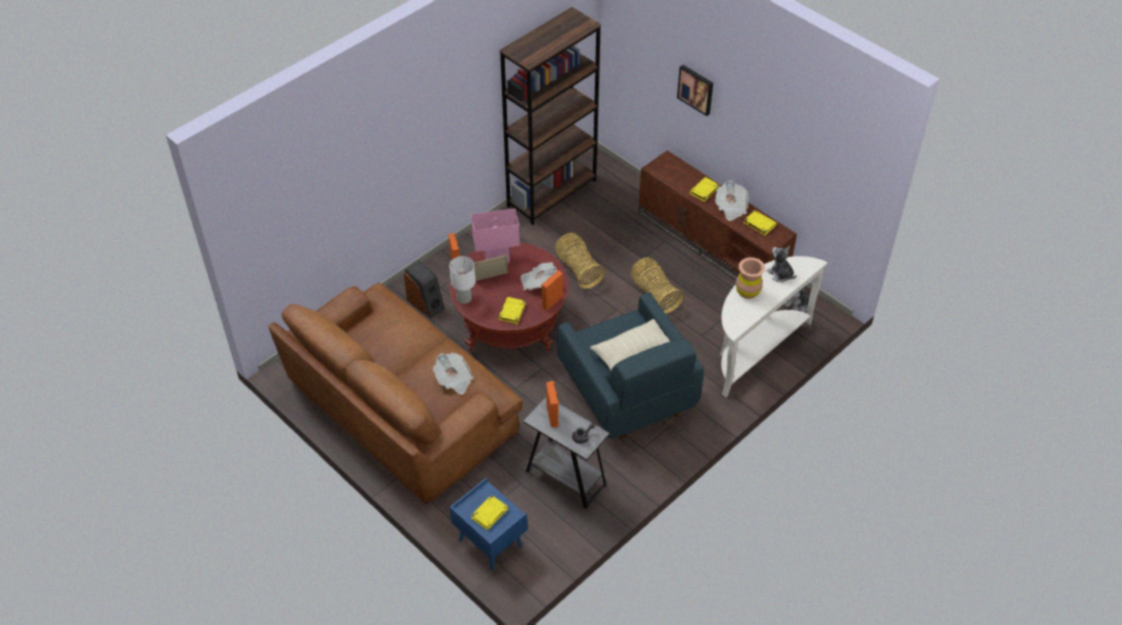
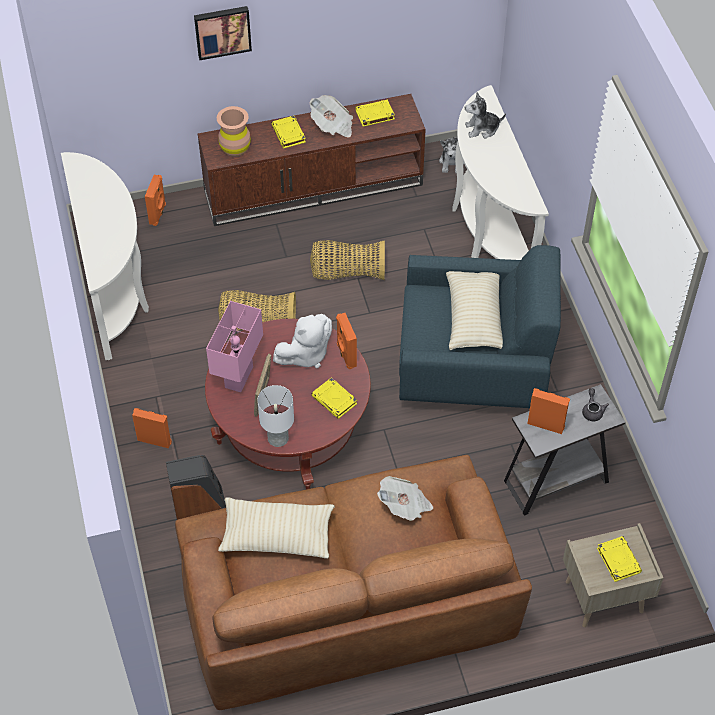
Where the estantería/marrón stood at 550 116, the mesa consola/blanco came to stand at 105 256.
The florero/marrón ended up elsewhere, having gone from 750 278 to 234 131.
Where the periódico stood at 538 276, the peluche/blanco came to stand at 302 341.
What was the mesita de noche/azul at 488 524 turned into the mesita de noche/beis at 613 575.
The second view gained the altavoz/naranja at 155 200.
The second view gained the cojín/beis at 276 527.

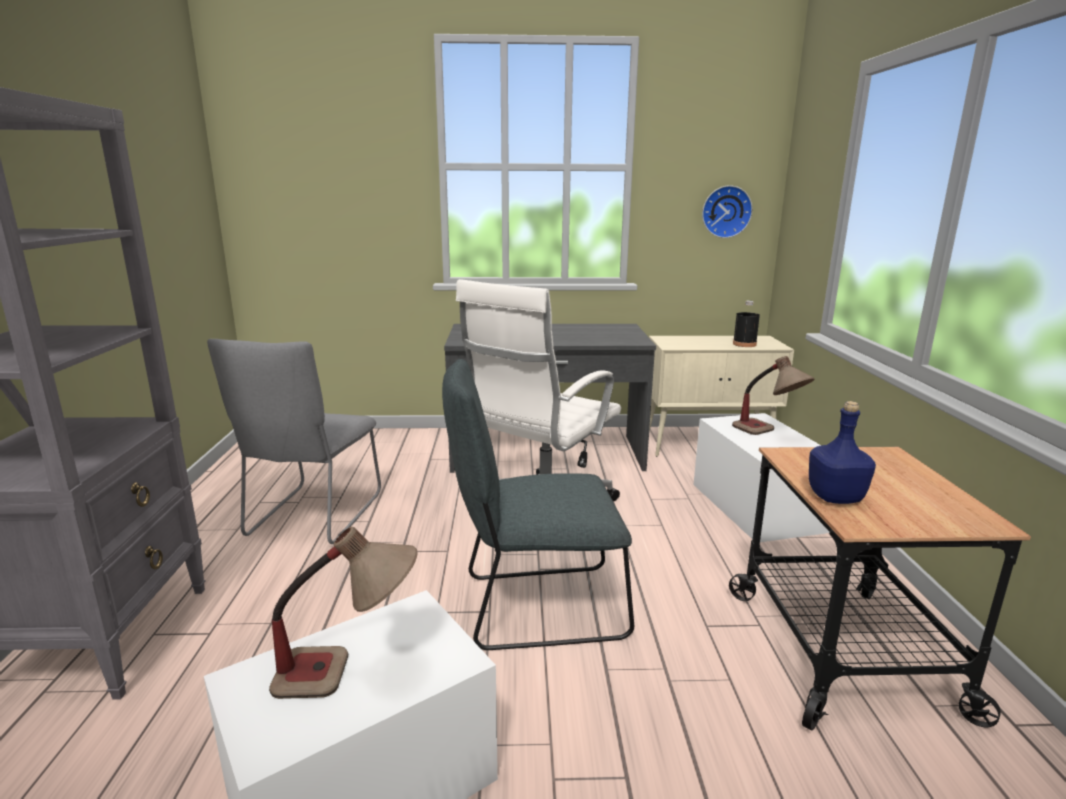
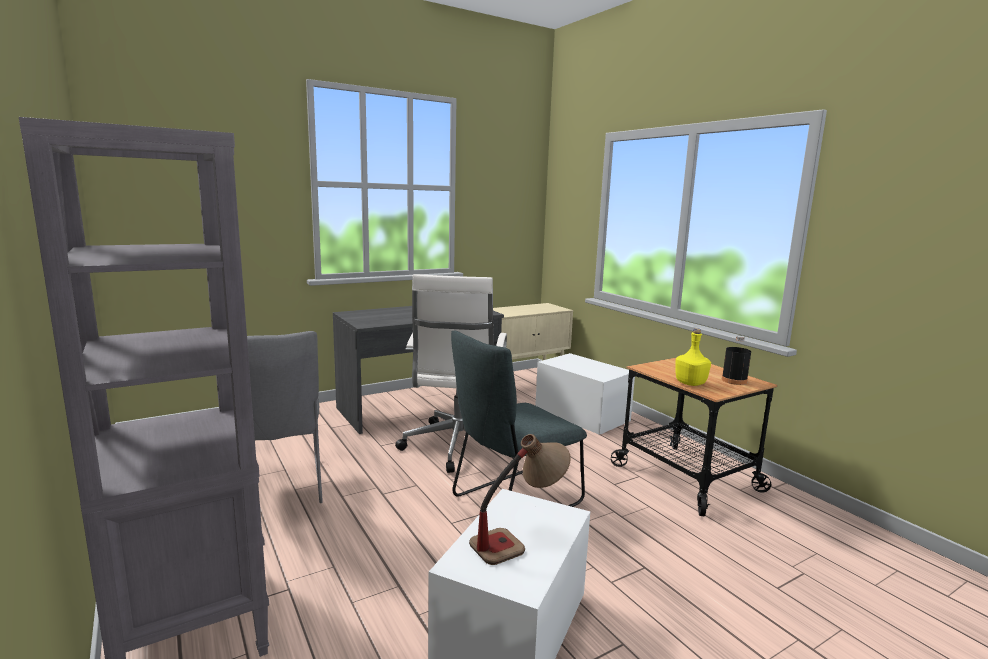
The second view lost the reloj de pared at 727 211.
The botella/negro ended up elsewhere, having gone from 746 324 to 736 360.
The second view lost the lámpara de mesa at 773 395.
What was the botella/azul at 842 452 turned into the botella/amarillo at 693 357.

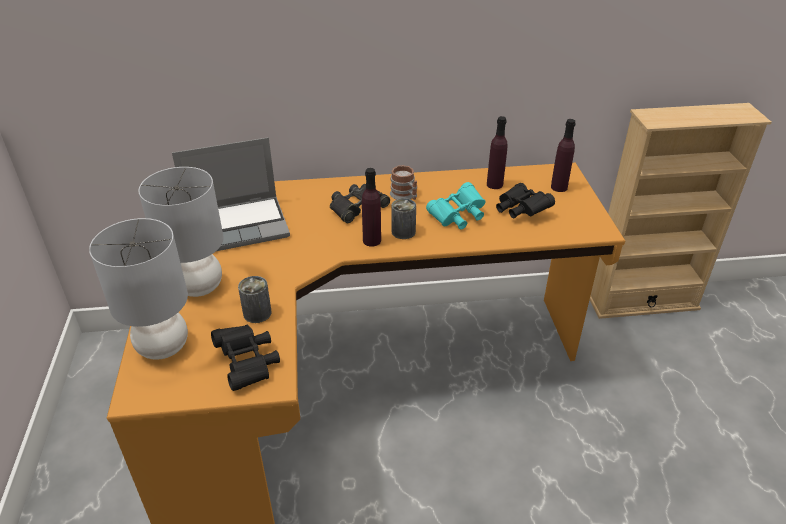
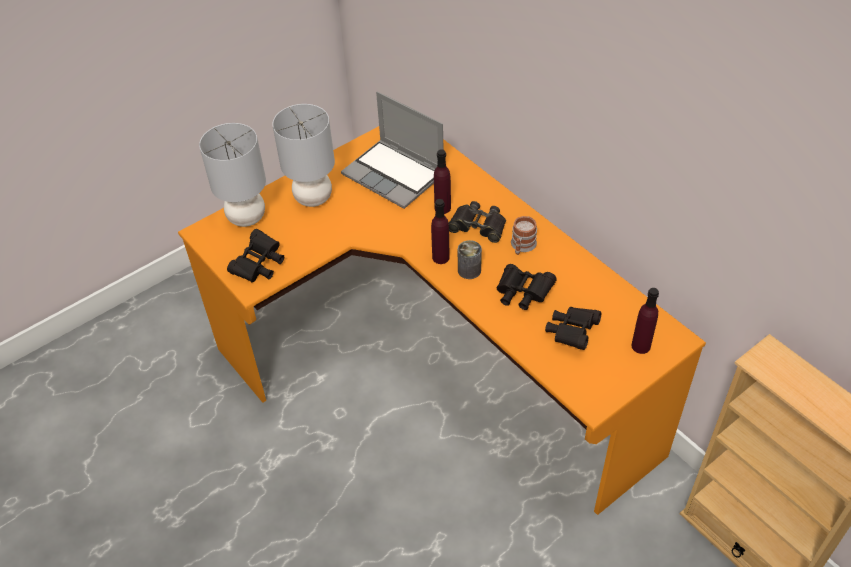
The botella/morado ended up elsewhere, having gone from 497 152 to 442 181.
What was the prismáticos/turquesa at 455 205 turned into the prismáticos/negro at 526 287.
The second view lost the lata at 255 299.

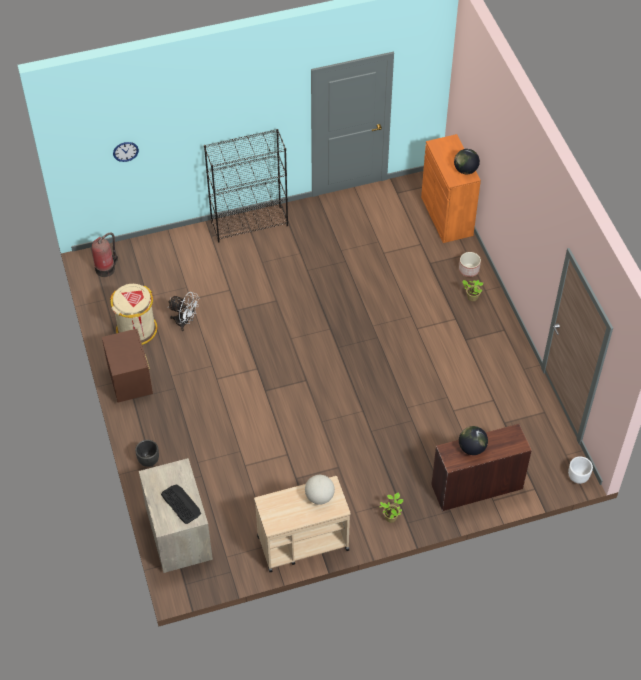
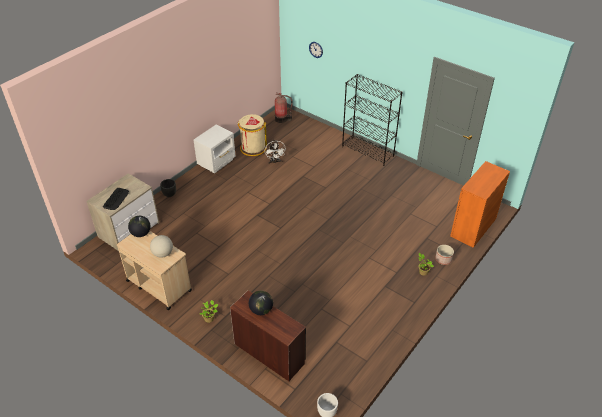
The globo terráqueo ended up elsewhere, having gone from 467 161 to 139 226.
What was the mesita de noche/marrón at 127 366 turned into the mesita de noche/blanco at 214 149.

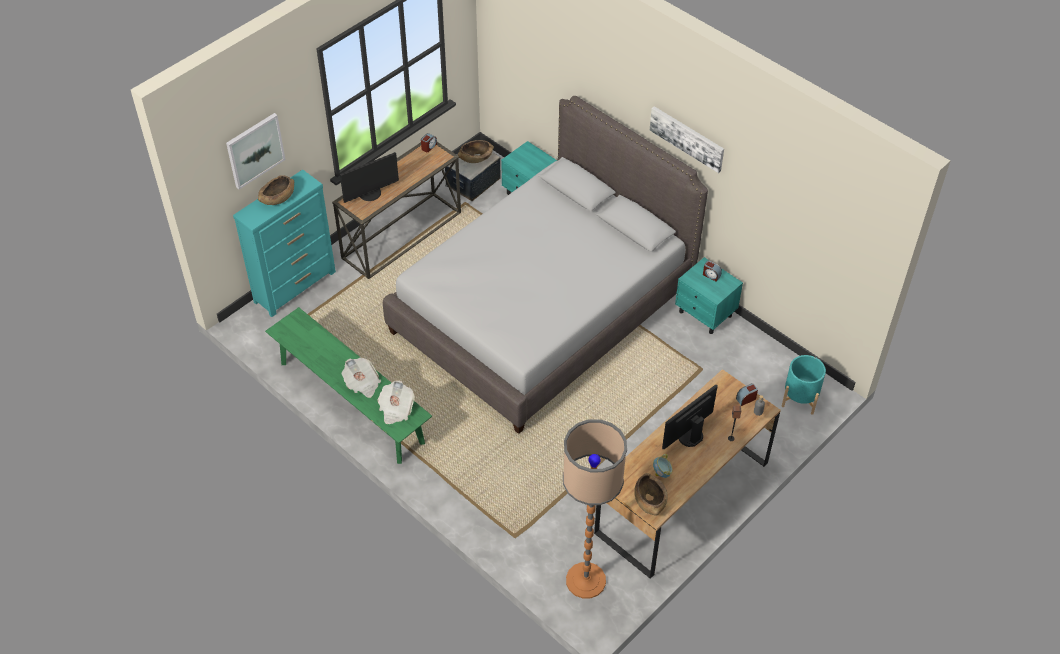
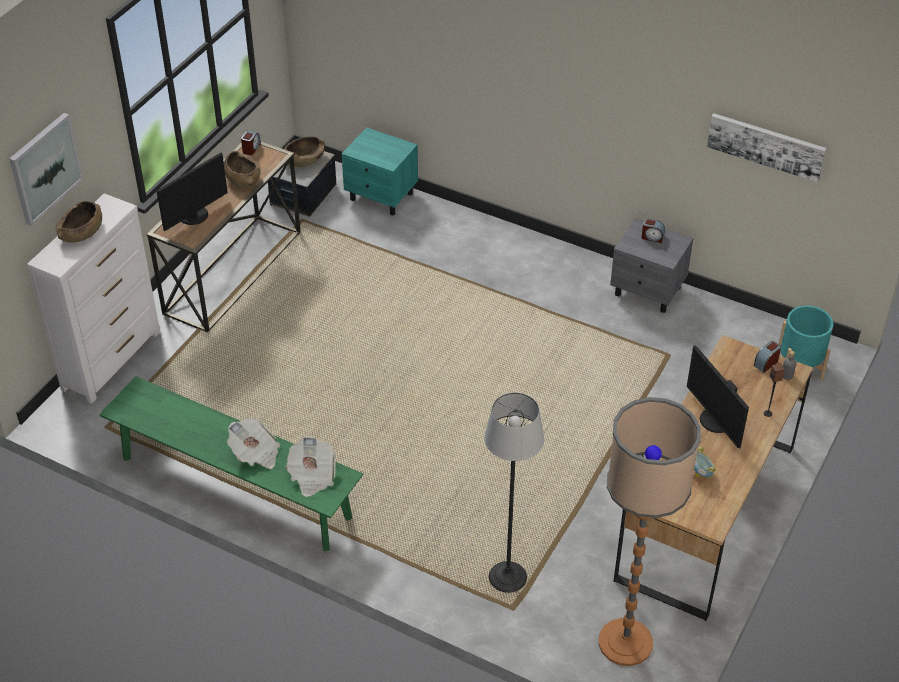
The second view lost the cama/gris at 545 265.
The cuadro ended up elsewhere, having gone from 686 139 to 766 147.
What was the cómoda/turquesa at 284 243 turned into the cómoda/blanco at 93 298.
What was the mesita de noche/turquesa at 709 295 turned into the mesita de noche/gris at 652 265.
The monitor at 689 417 ended up facing another way, 60 degrees counterclockwise from before.
The cuenco/marrón ended up elsewhere, having gone from 651 494 to 242 169.
The second view gained the lámpara de pie at 514 492.

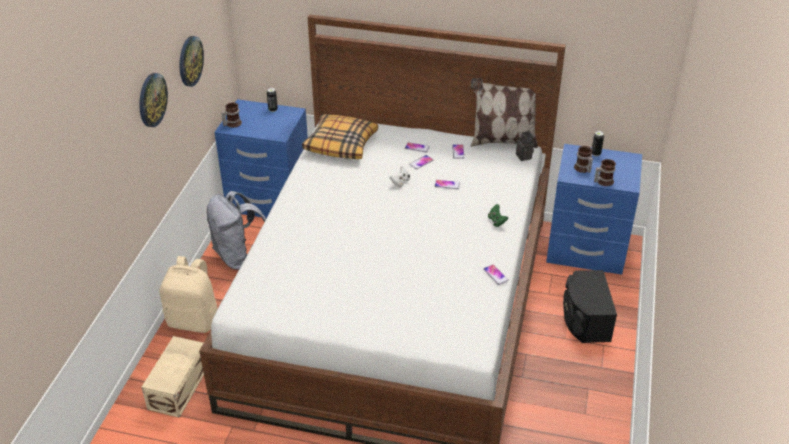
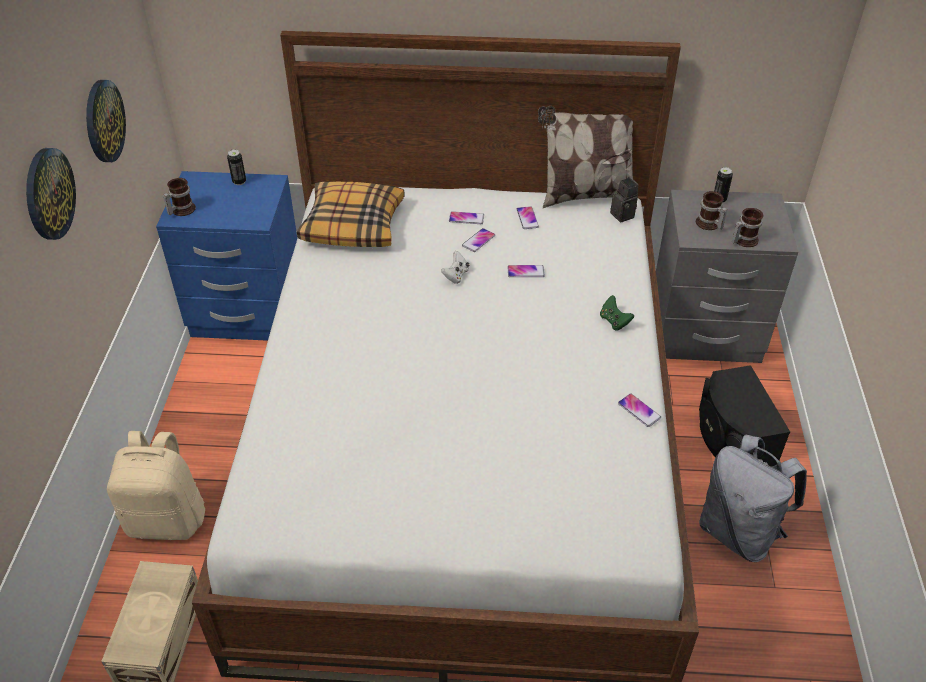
What was the mesita de noche/azul at 594 209 turned into the mesita de noche/gris at 727 276.
The mochila/gris ended up elsewhere, having gone from 236 230 to 753 498.

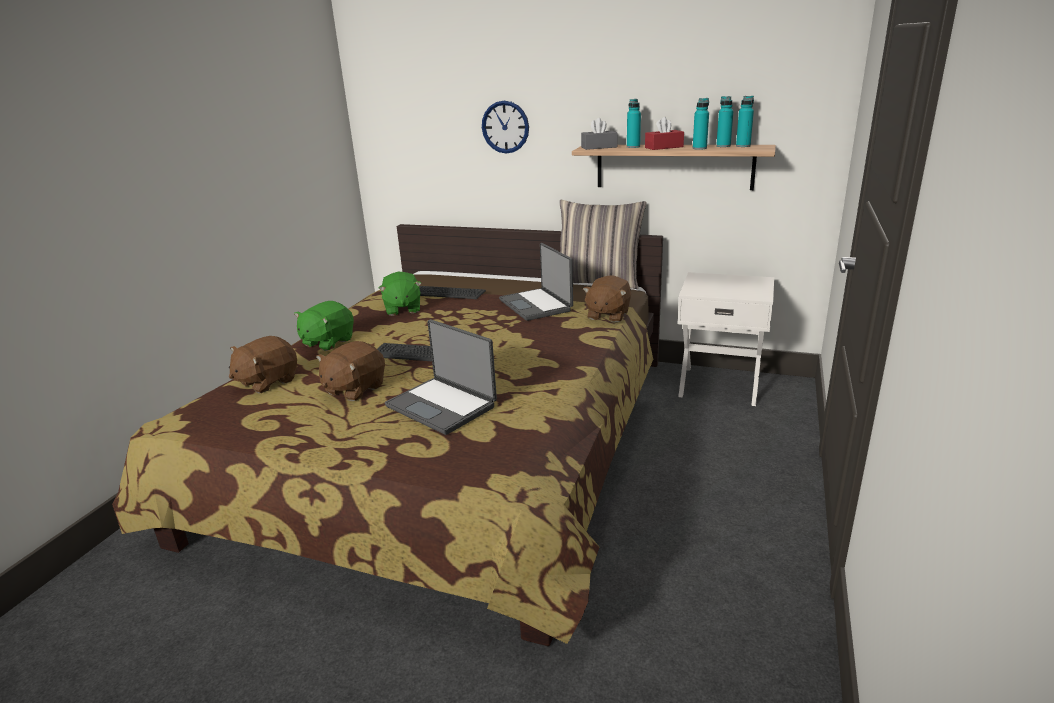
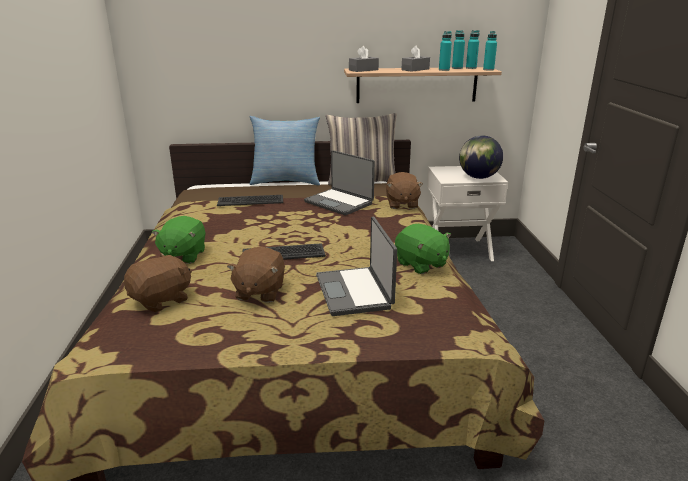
The botella/turquesa ended up elsewhere, having gone from 634 123 to 490 51.
The second view lost the reloj de pared at 505 127.
What was the caja de pañuelos/rojo at 664 133 turned into the caja de pañuelos/gris at 415 59.
The peluche/verde ended up elsewhere, having gone from 400 294 to 423 249.
The portátil at 441 377 ended up facing another way, 60 degrees clockwise from before.
The peluche/marrón at 263 365 ended up facing another way, 150 degrees counterclockwise from before.
The second view gained the cojín at 285 150.
The second view gained the globo terráqueo at 481 157.

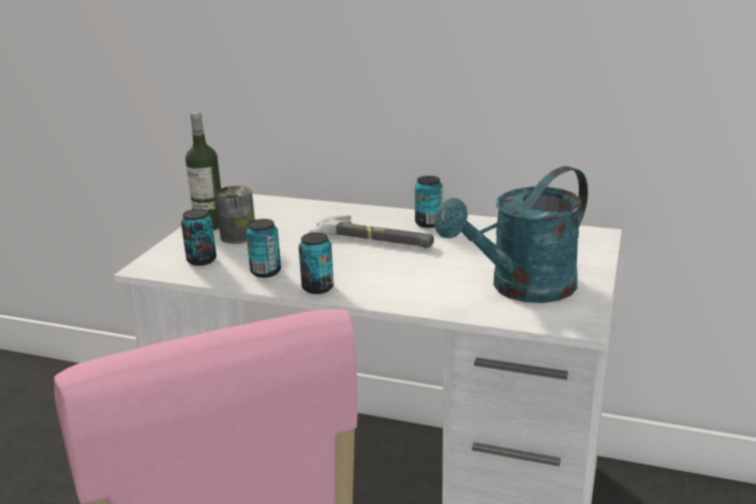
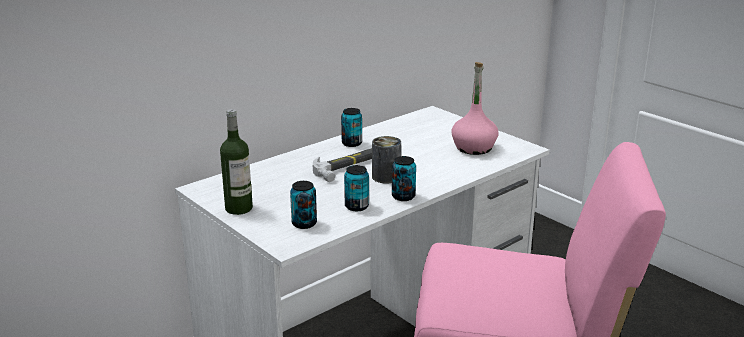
Where the regadera/turquesa stood at 511 234, the botella/rosa came to stand at 475 108.
The lata ended up elsewhere, having gone from 235 215 to 386 159.

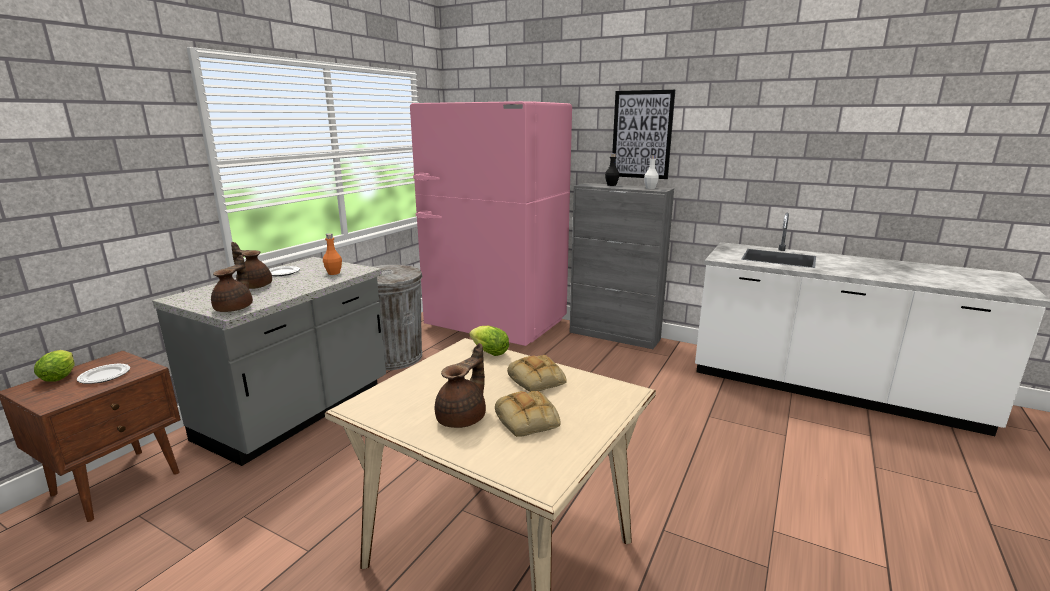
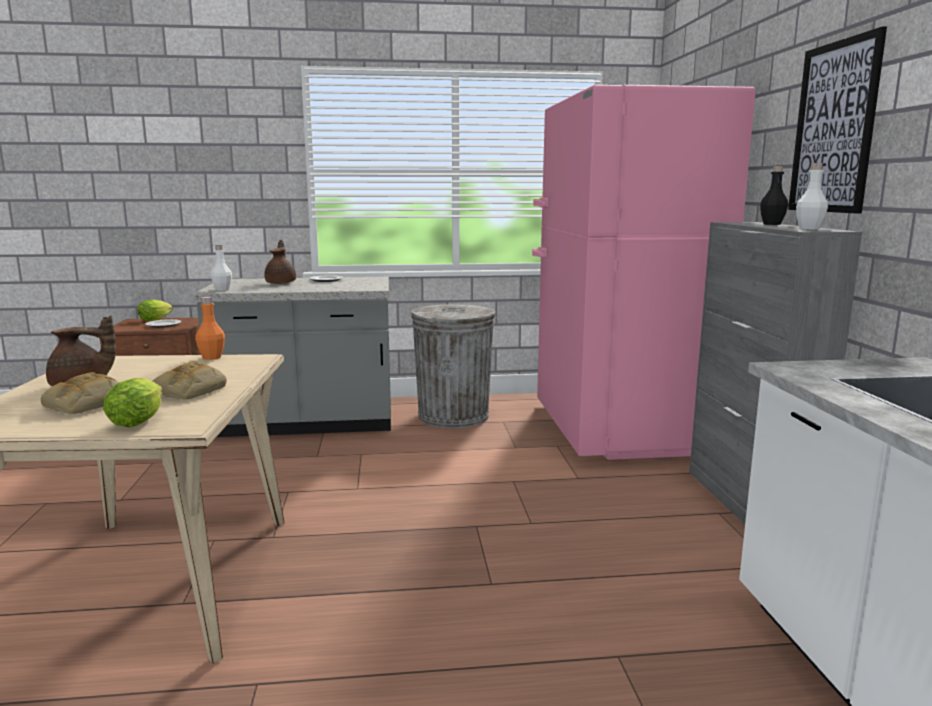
The botella/naranja ended up elsewhere, having gone from 332 254 to 210 328.
Where the tetera/marrón stood at 232 283, the botella/blanco came to stand at 221 268.
The lechuga ended up elsewhere, having gone from 489 341 to 132 403.

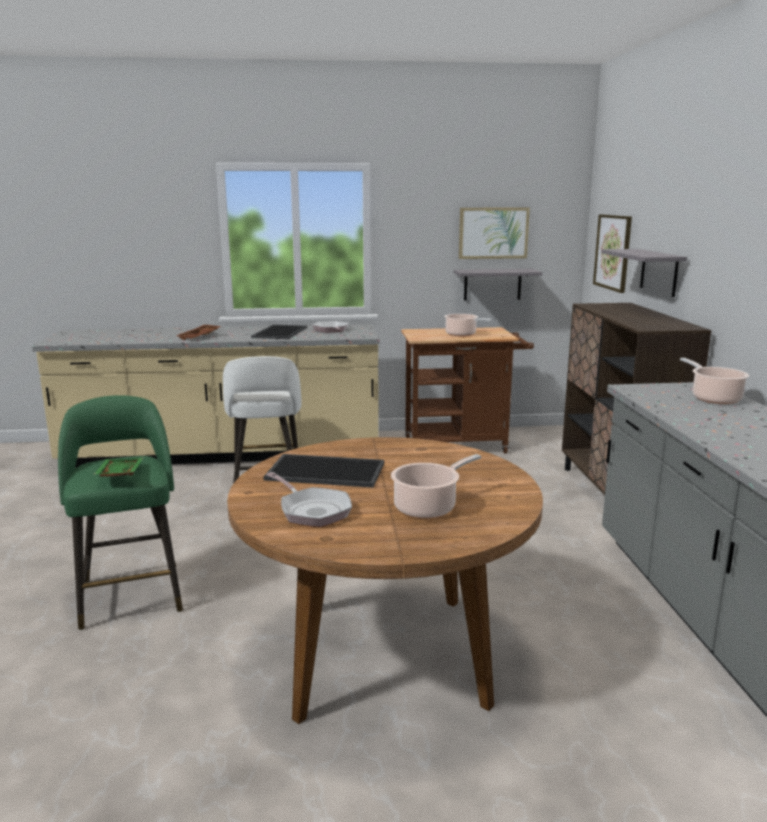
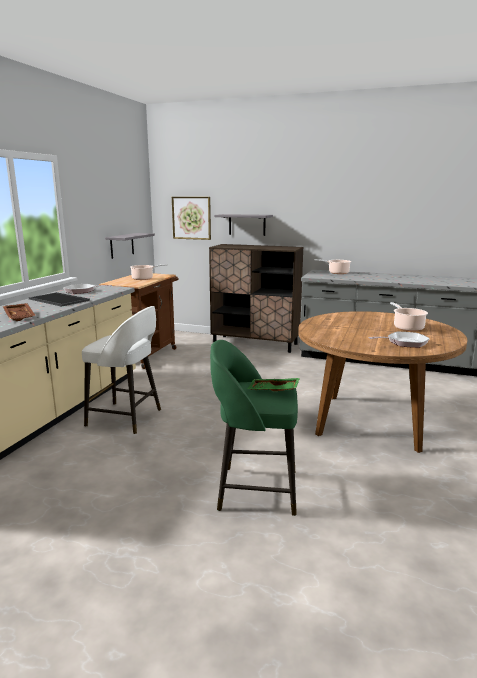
The second view lost the cuadro at 494 233.
The second view lost the bandeja at 323 471.

